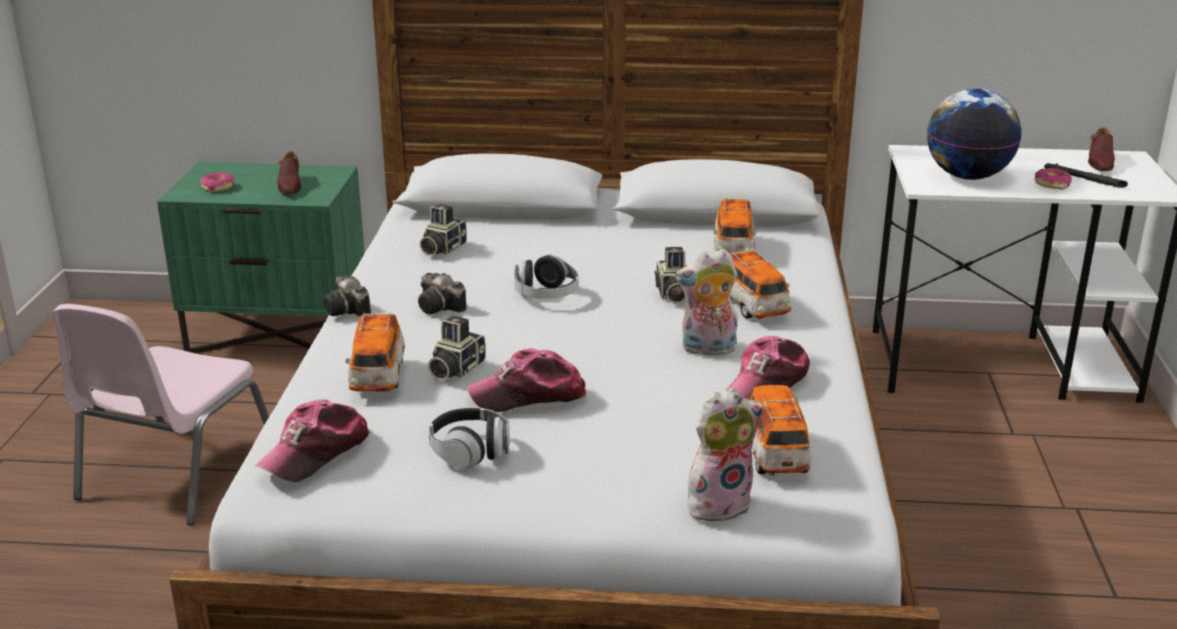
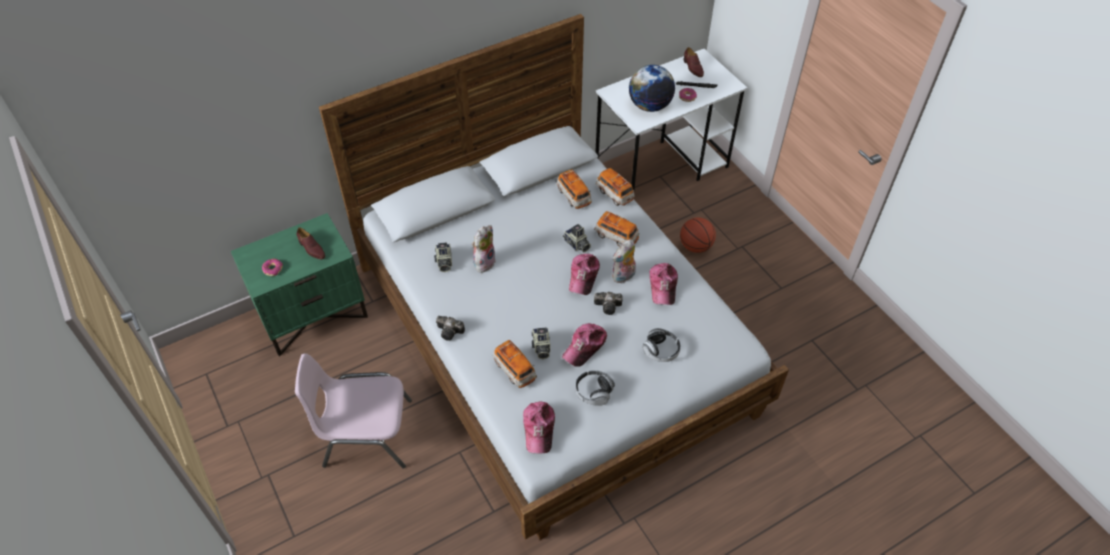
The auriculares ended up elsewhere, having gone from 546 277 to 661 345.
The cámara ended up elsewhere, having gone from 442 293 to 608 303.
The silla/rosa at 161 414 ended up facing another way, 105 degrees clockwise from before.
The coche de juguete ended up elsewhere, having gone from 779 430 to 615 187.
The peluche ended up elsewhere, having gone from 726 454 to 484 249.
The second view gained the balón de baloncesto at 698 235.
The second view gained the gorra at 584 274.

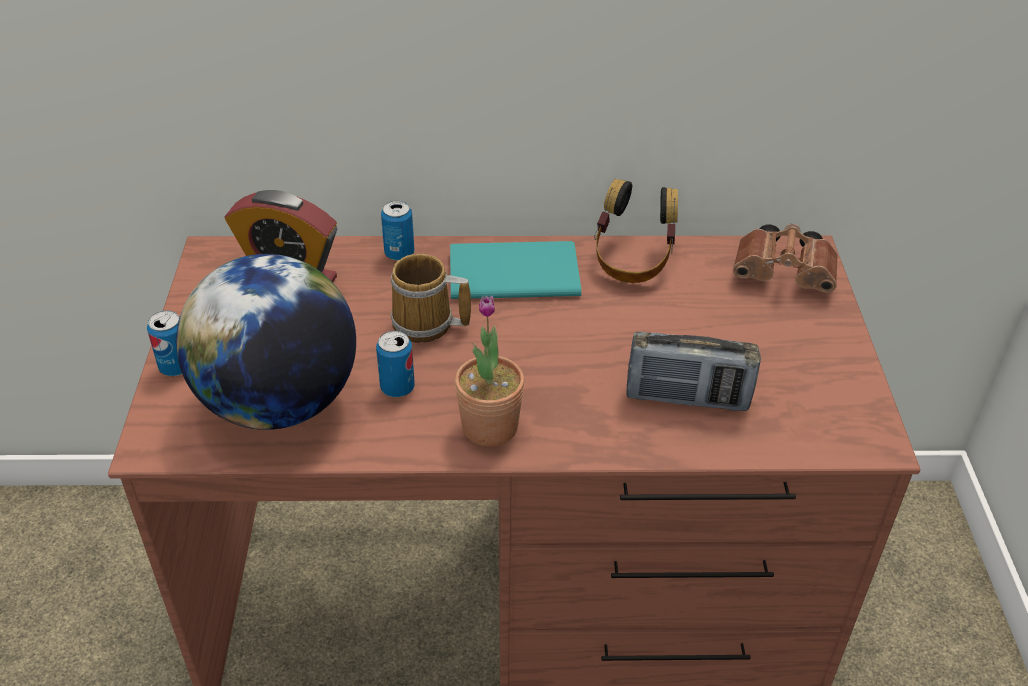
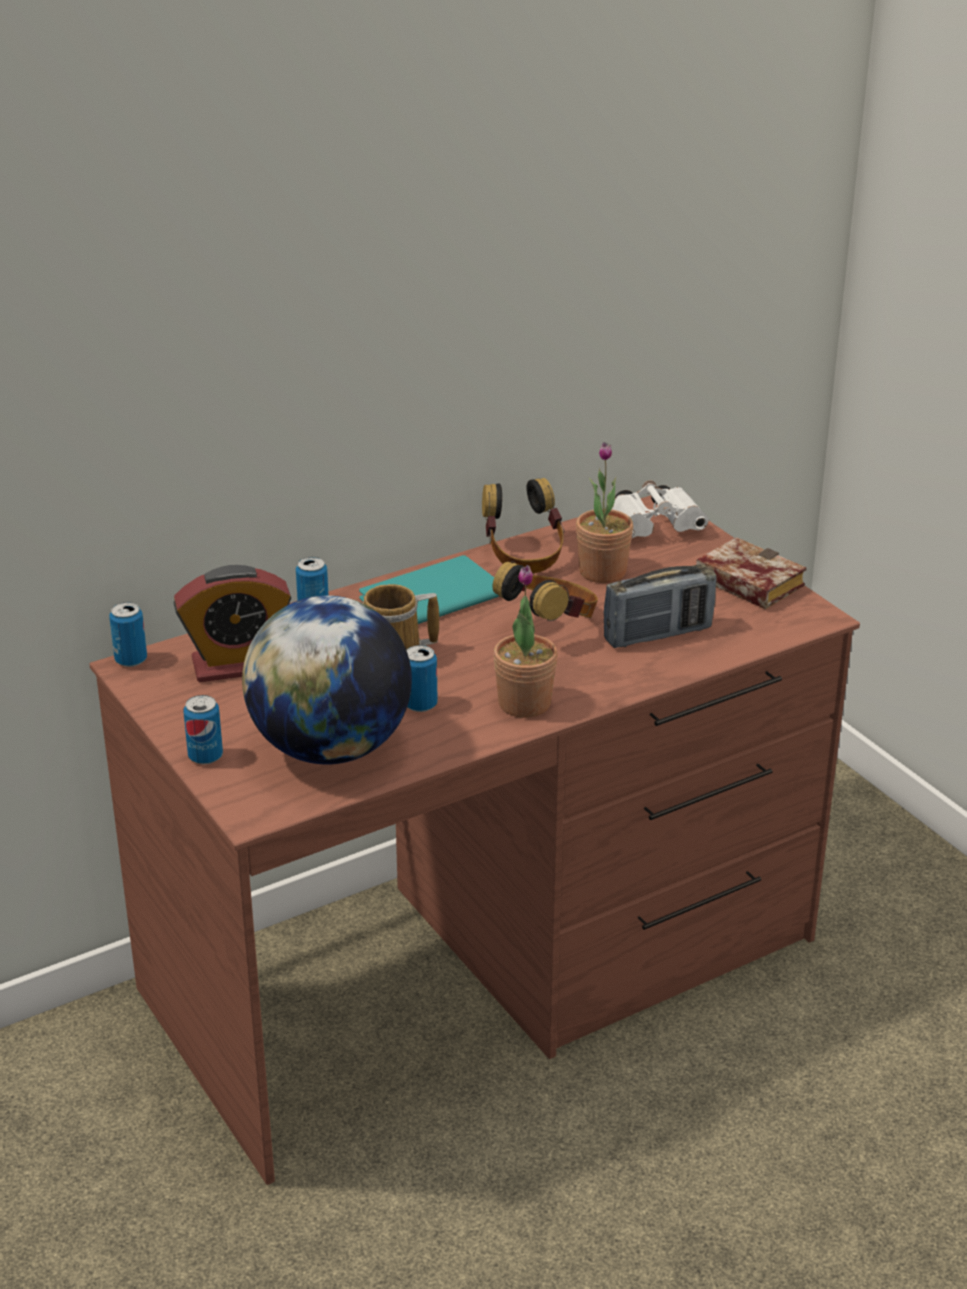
What was the prismáticos/marrón at 785 258 turned into the prismáticos/blanco at 660 509.
The second view gained the planta en maceta at 604 512.
The second view gained the libro at 751 573.
The second view gained the auriculares at 545 591.
The second view gained the lata at 128 634.

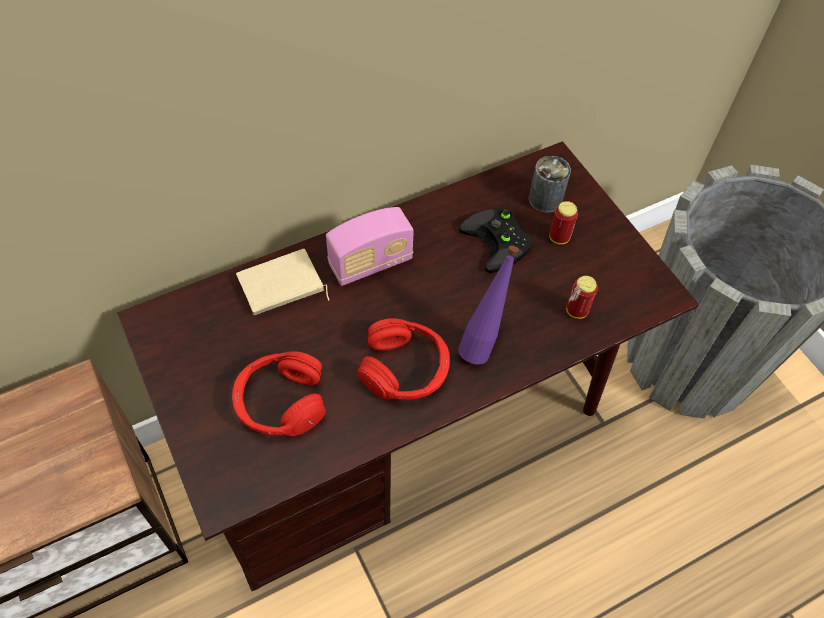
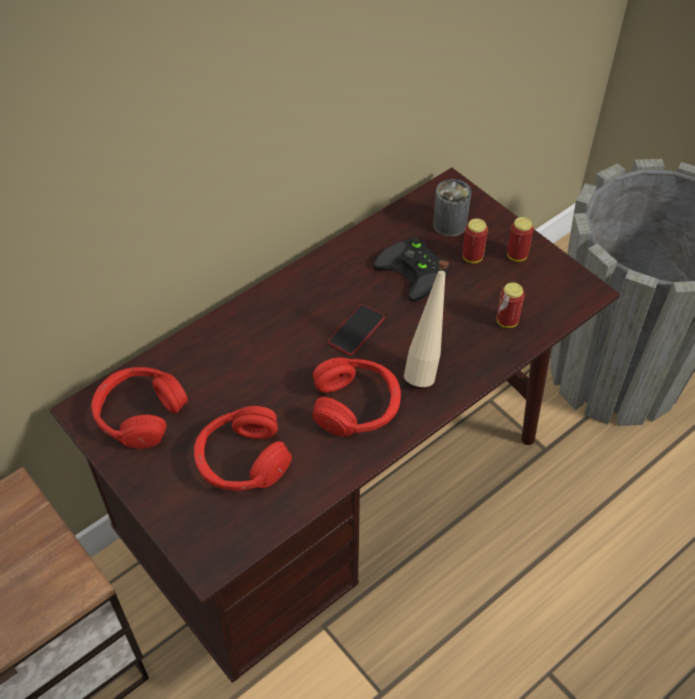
The second view lost the radio at 370 246.
What was the botella/morado at 488 305 turned into the botella/beis at 426 323.
The second view lost the libro/beis at 282 282.
The second view gained the lata at 520 239.
The second view gained the móvil at 356 330.
The second view gained the auriculares/rojo at 139 408.

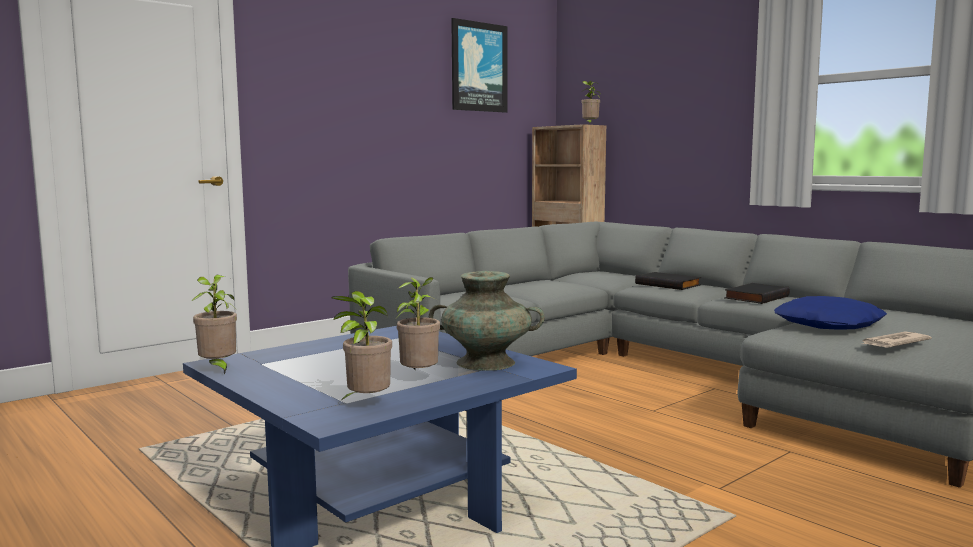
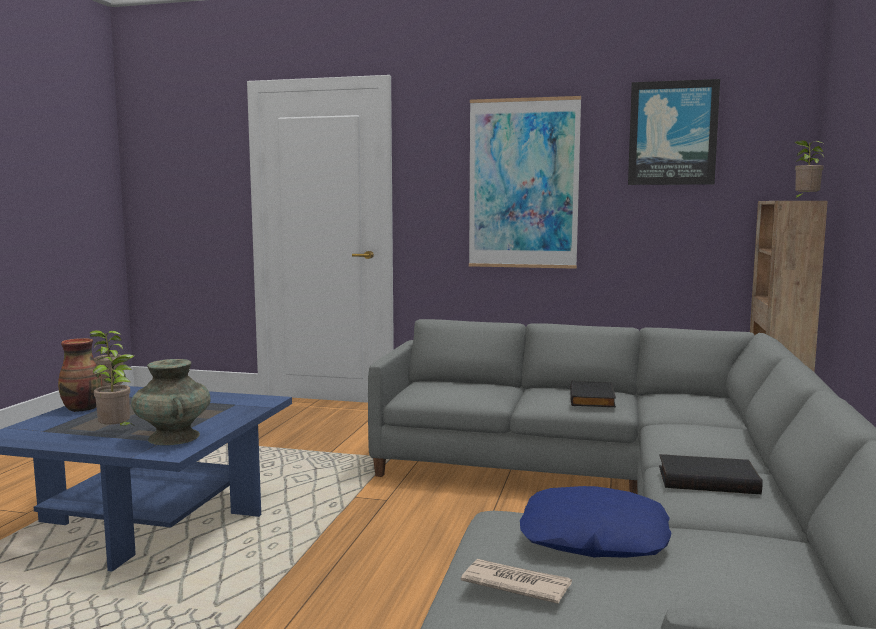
The libro/negro ended up elsewhere, having gone from 668 281 to 593 393.
The second view lost the planta en maceta at 362 345.
The second view gained the cuadro at 525 182.
The second view gained the florero at 80 375.

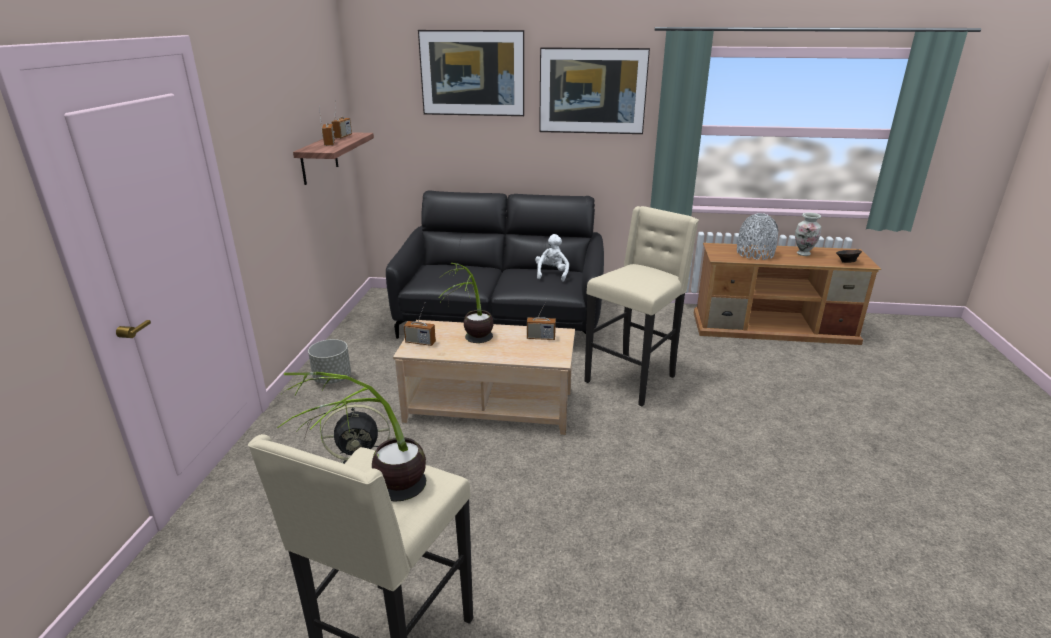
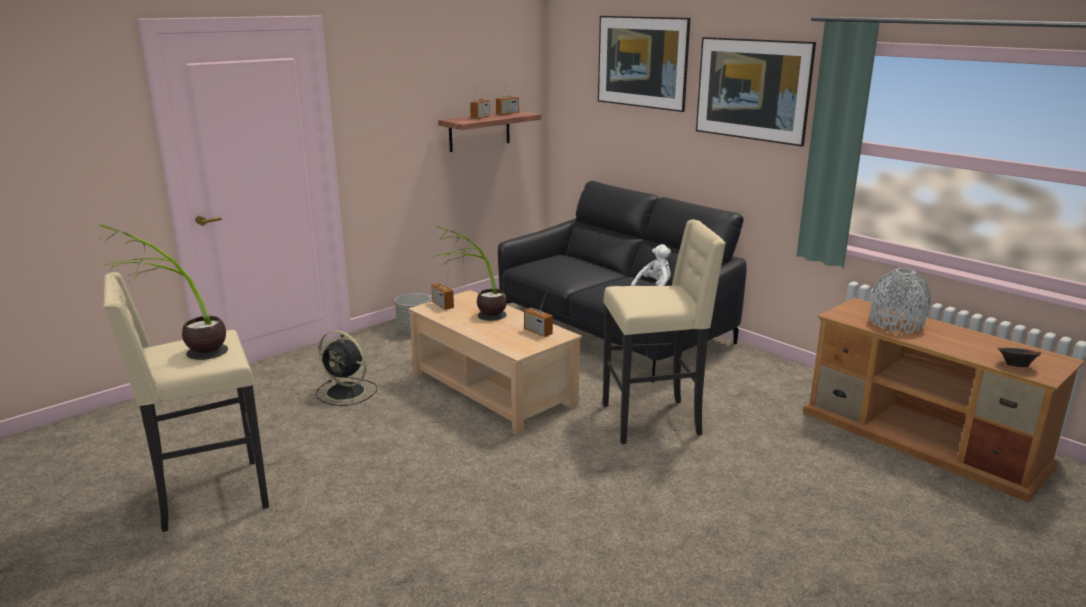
The second view lost the florero at 808 234.

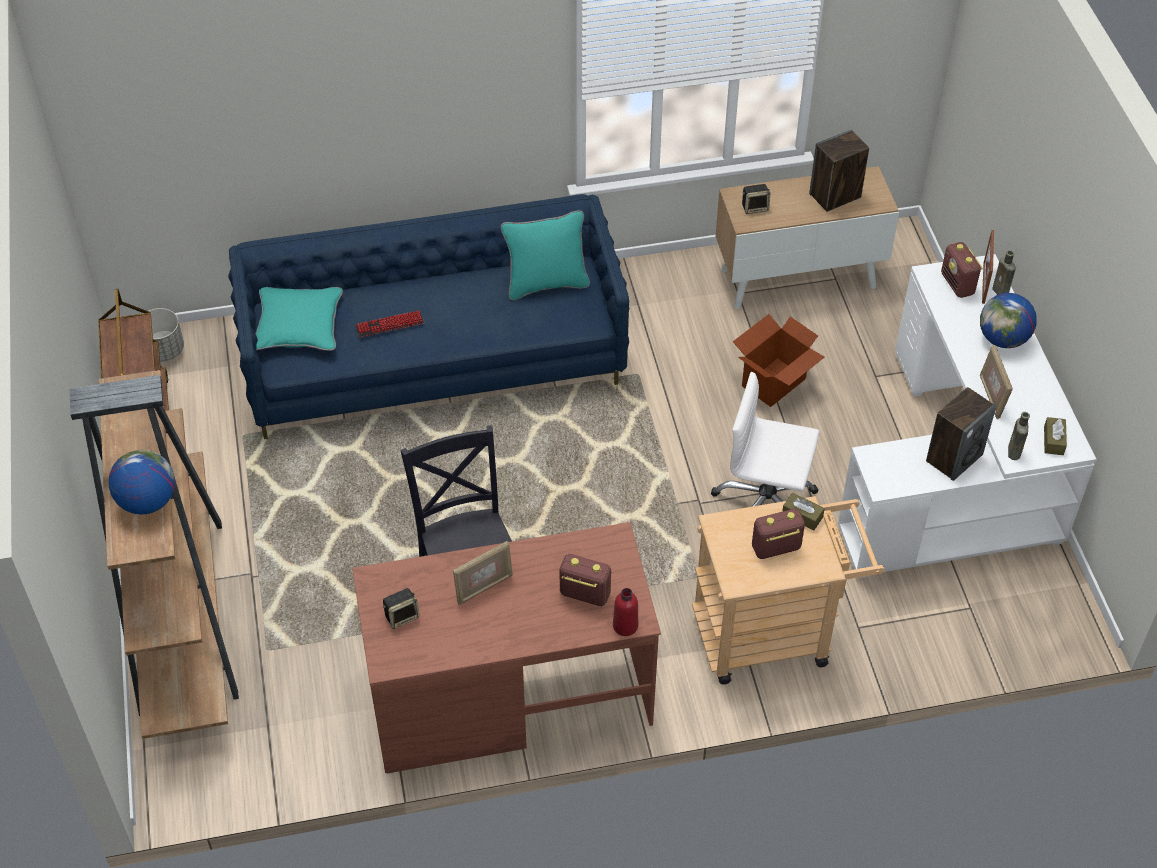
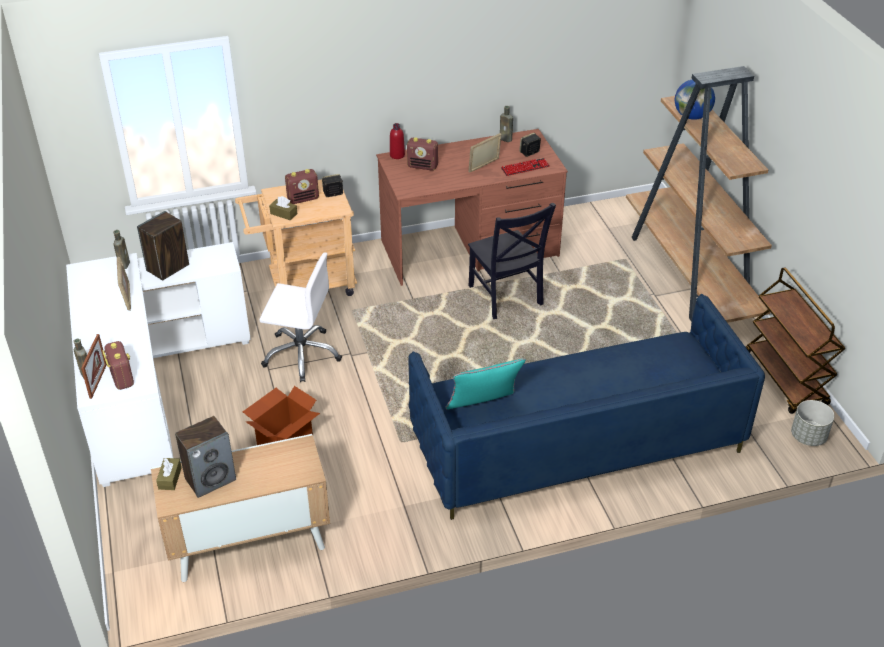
The altavoz ended up elsewhere, having gone from 756 199 to 332 185.
The second view lost the cojín/turquesa at 299 319.
The second view lost the globo terráqueo at 1008 320.
The teclado ended up elsewhere, having gone from 390 324 to 525 167.
The caja de pañuelos/marrón ended up elsewhere, having gone from 1055 436 to 169 474.
The second view gained the botella/marrón at 506 124.

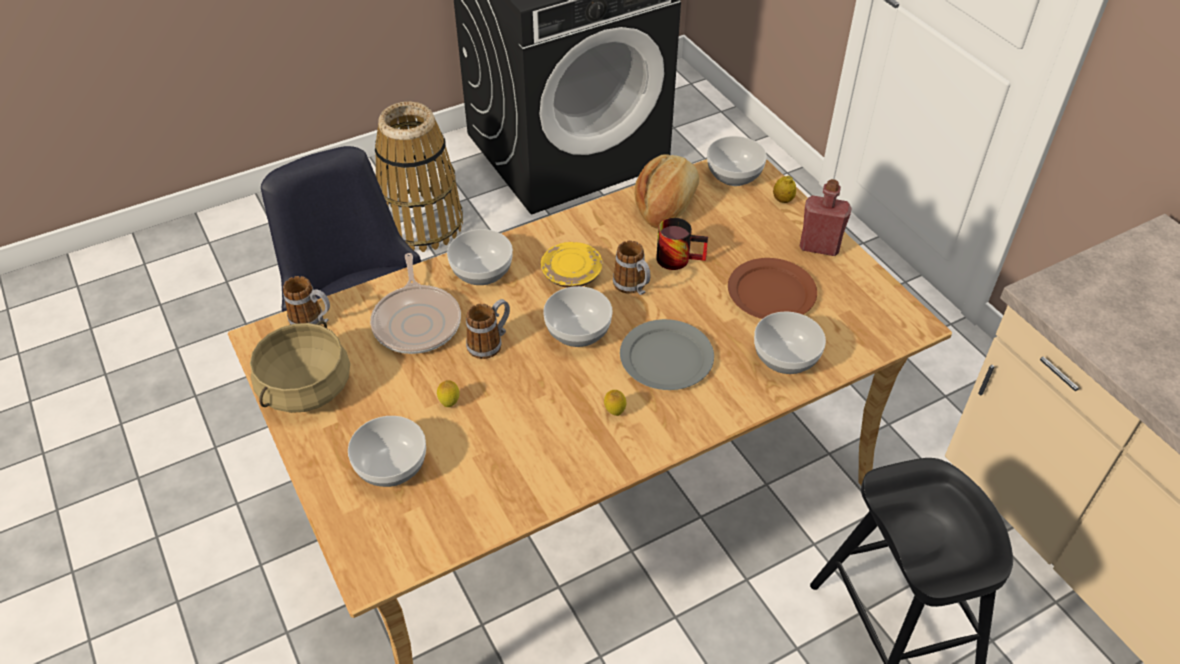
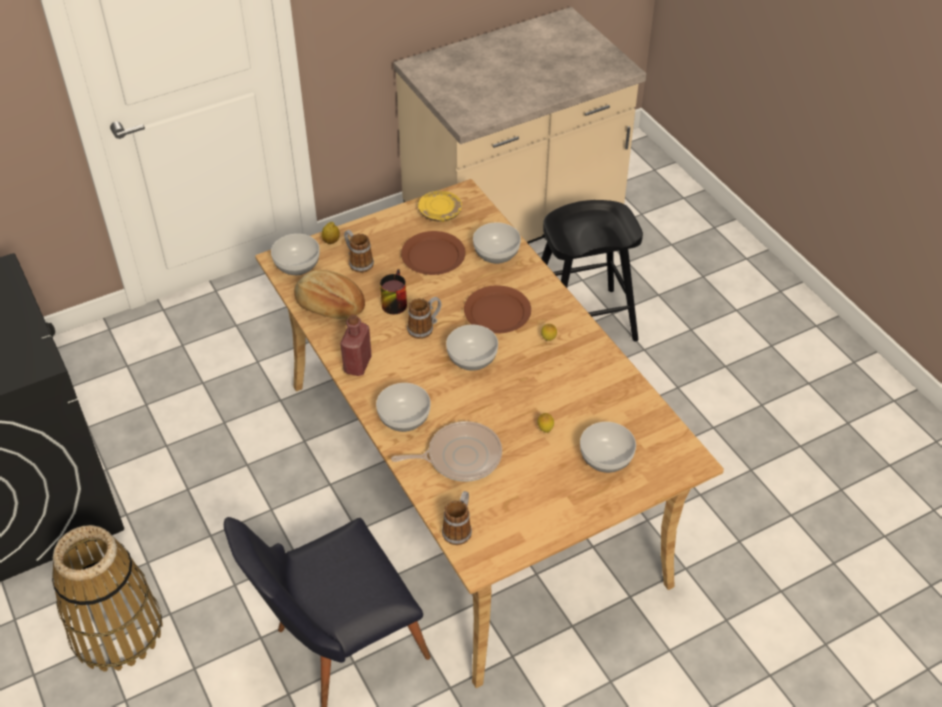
The botella/rojo ended up elsewhere, having gone from 825 217 to 356 345.
The plato/amarillo ended up elsewhere, having gone from 572 265 to 440 206.
The taza grande ended up elsewhere, having gone from 488 329 to 359 251.
What was the plato/gris at 667 354 turned into the plato/marrón at 497 309.
The second view lost the olla/beis at 300 367.

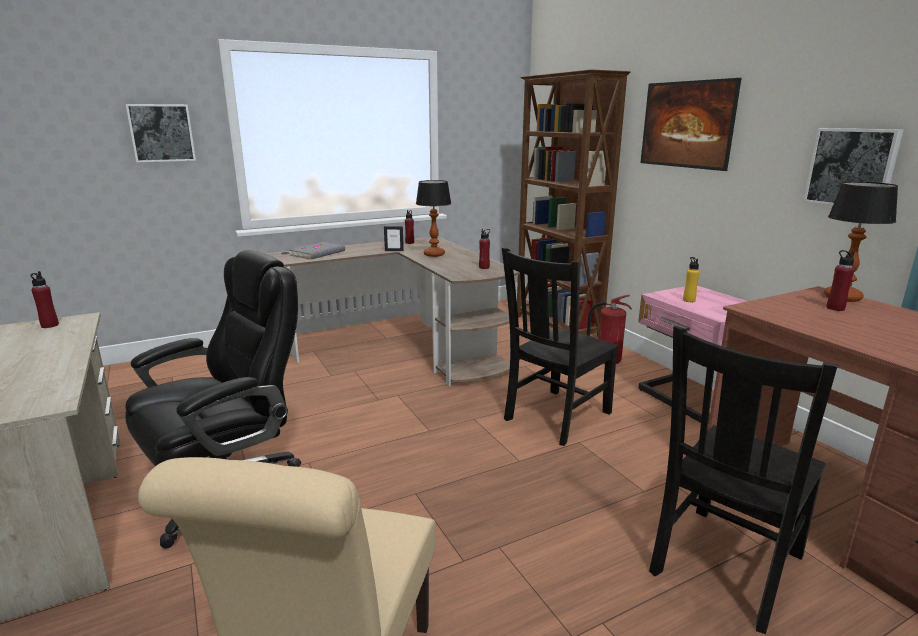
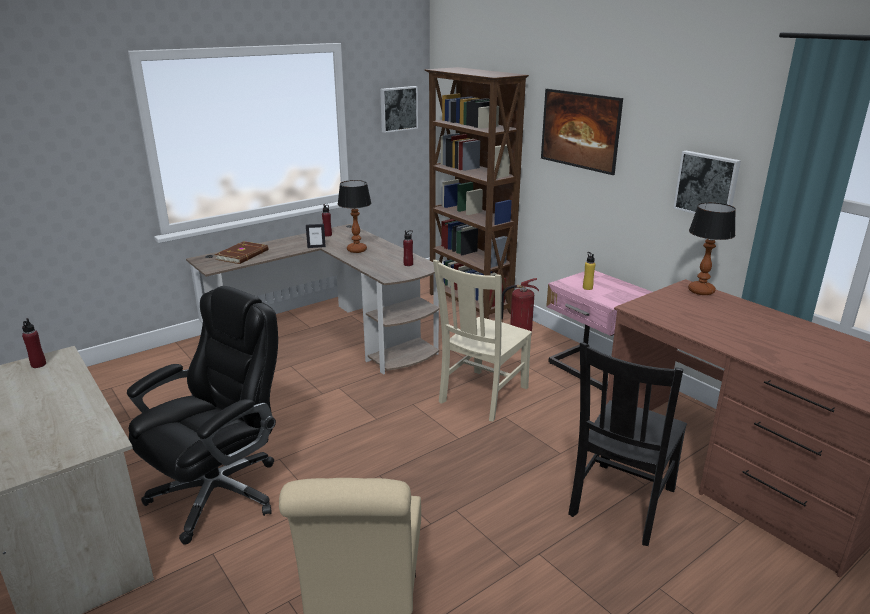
The cuadro ended up elsewhere, having gone from 161 133 to 399 109.
What was the libro/gris at 317 251 turned into the libro/marrón at 241 252.
What was the silla/negro at 560 346 turned into the silla/beis at 482 341.
The second view lost the botella/rojo at 840 280.

